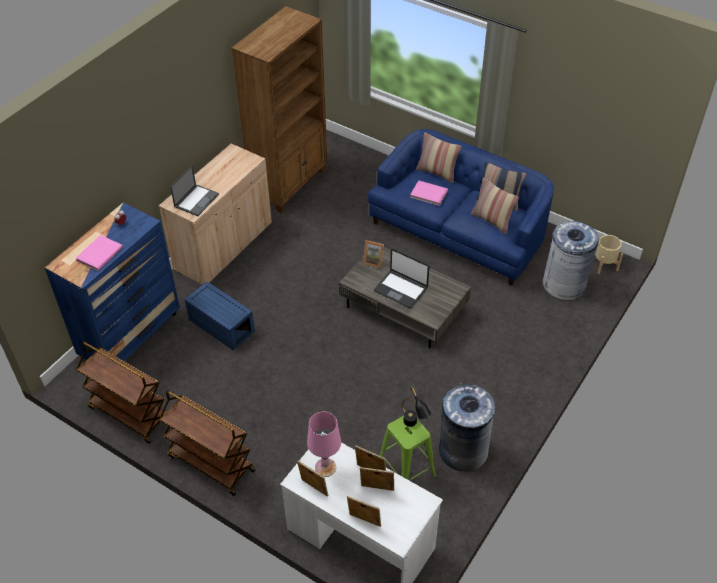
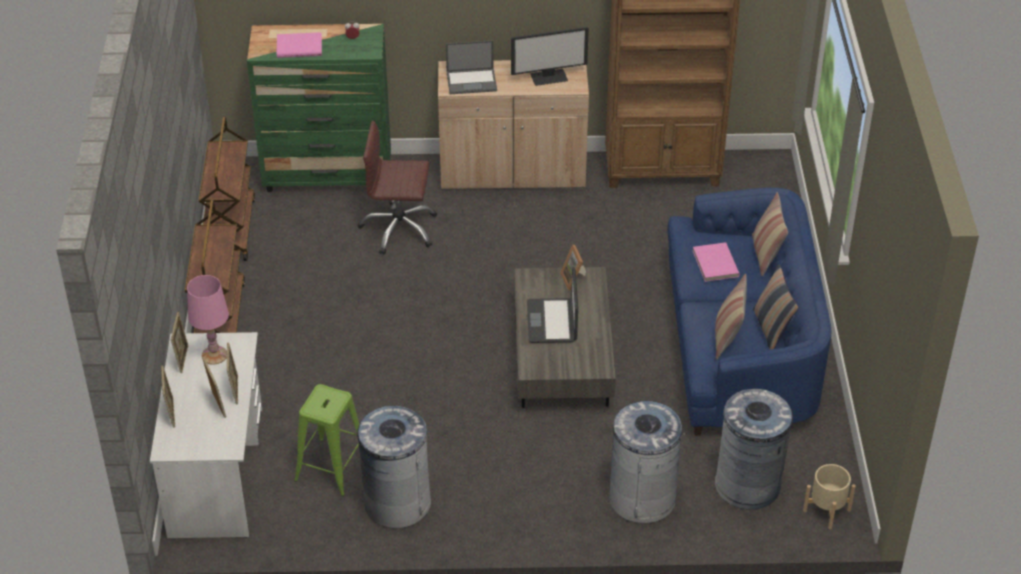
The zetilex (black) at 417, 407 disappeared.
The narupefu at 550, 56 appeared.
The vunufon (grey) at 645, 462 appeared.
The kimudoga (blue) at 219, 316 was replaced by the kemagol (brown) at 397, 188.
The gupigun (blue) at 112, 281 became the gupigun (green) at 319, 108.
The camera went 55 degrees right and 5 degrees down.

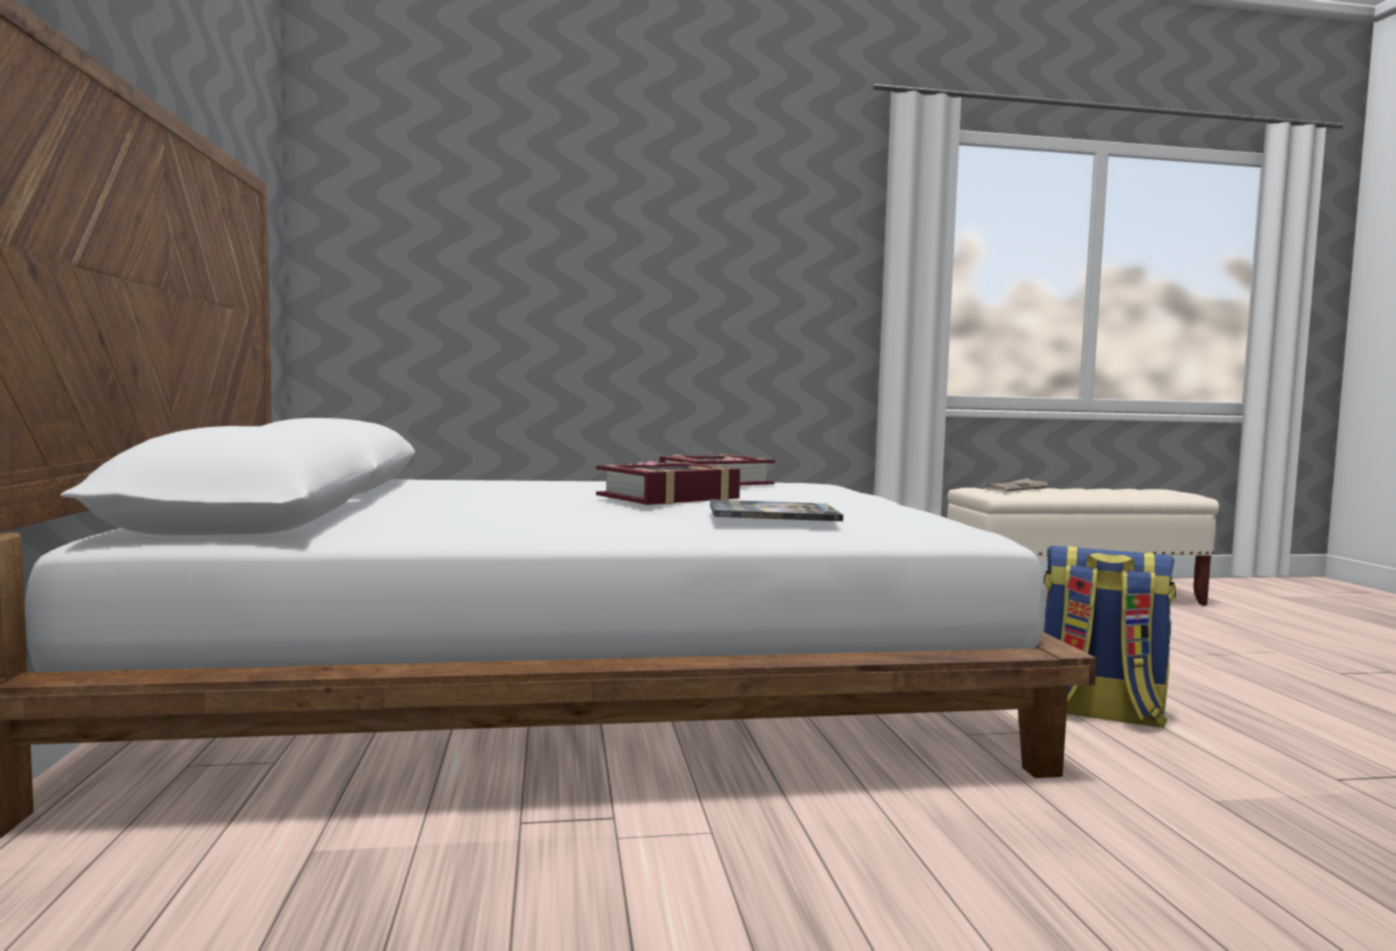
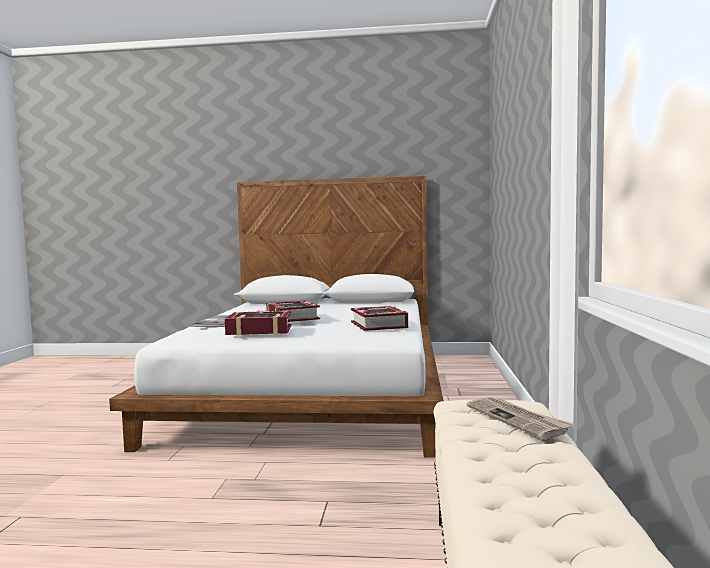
The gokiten at 1109, 637 disappeared.
The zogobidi at 258, 322 appeared.
The camera went 105 degrees right and 0 degrees up.

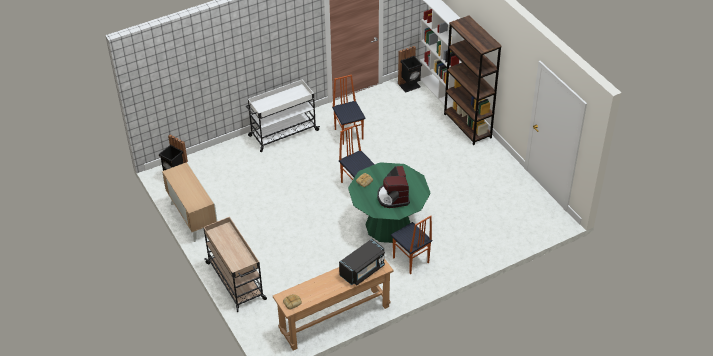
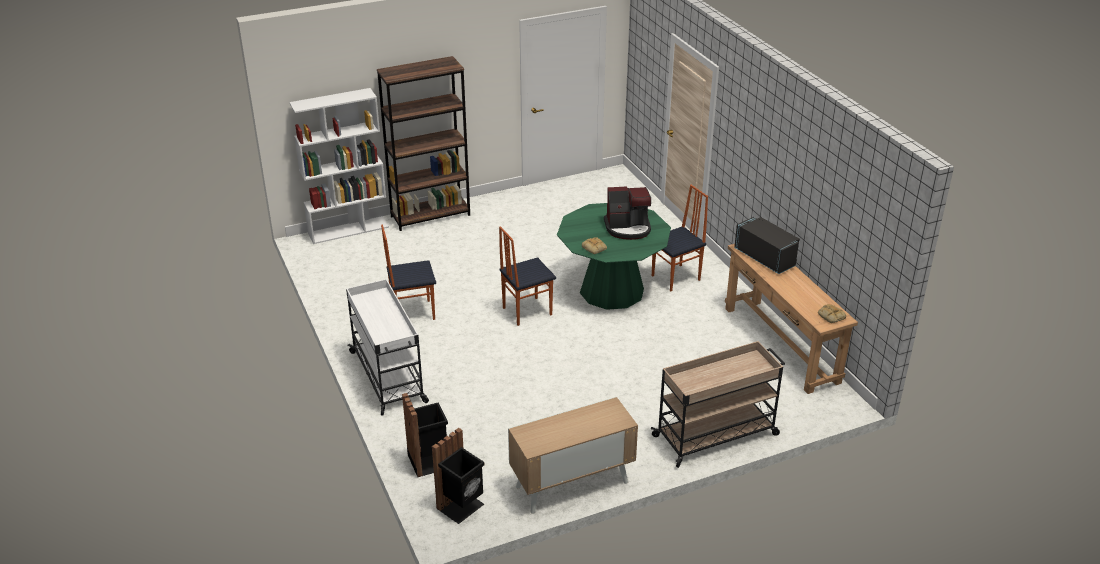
The vunufon (black) moved from 410, 69 to 425, 435.
The camera went 85 degrees left and 10 degrees down.

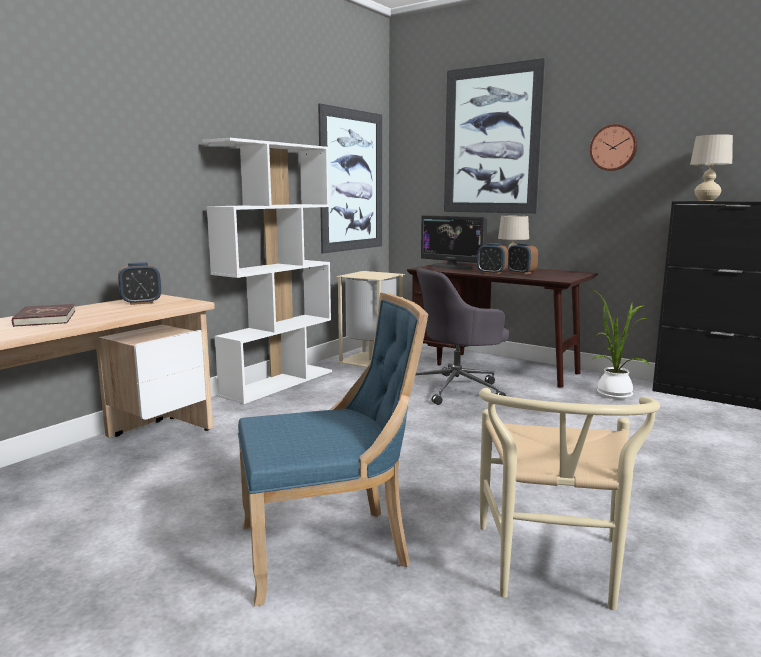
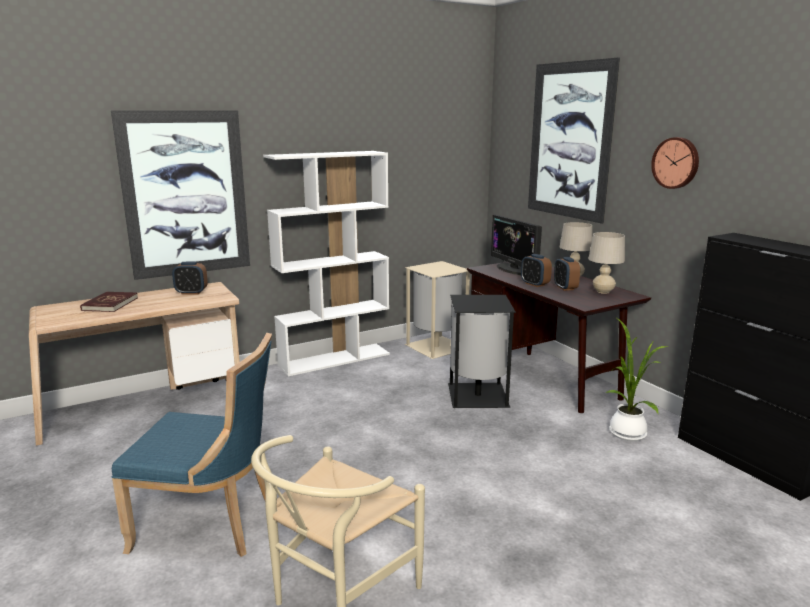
The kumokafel moved from 350, 178 to 180, 195.
The zetilex (beige) moved from 711, 167 to 606, 263.
The kemagol (grey) at 462, 336 was replaced by the vunufon (black) at 482, 351.
The camera went 25 degrees right and 5 degrees up.

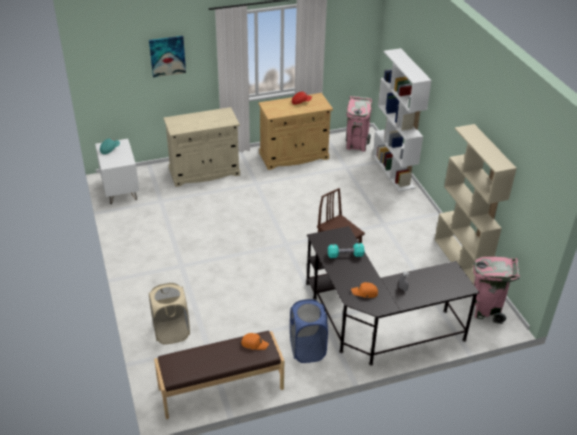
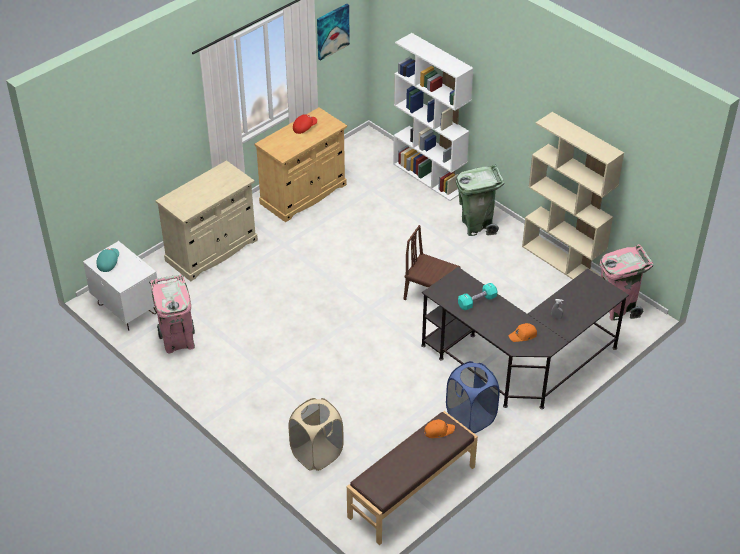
The vunufon (green) at 480, 200 appeared.
The kumokafel moved from 167, 57 to 333, 32.
The vunufon (pink) moved from 359, 124 to 172, 314.
The camera went 25 degrees left and 5 degrees up.

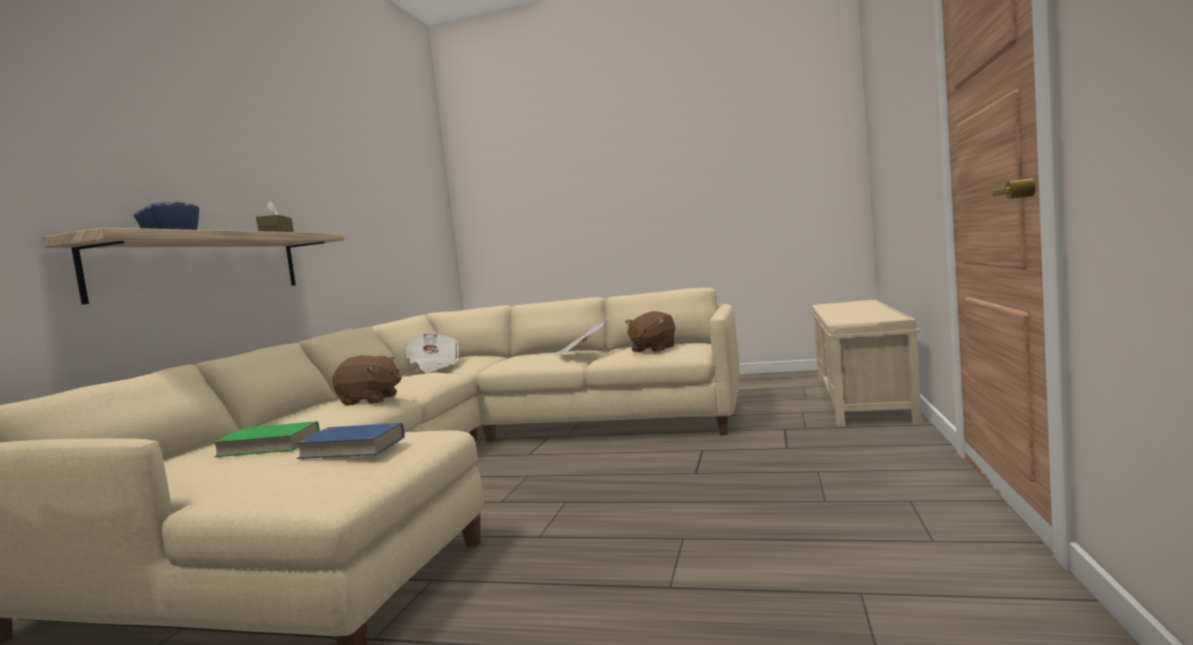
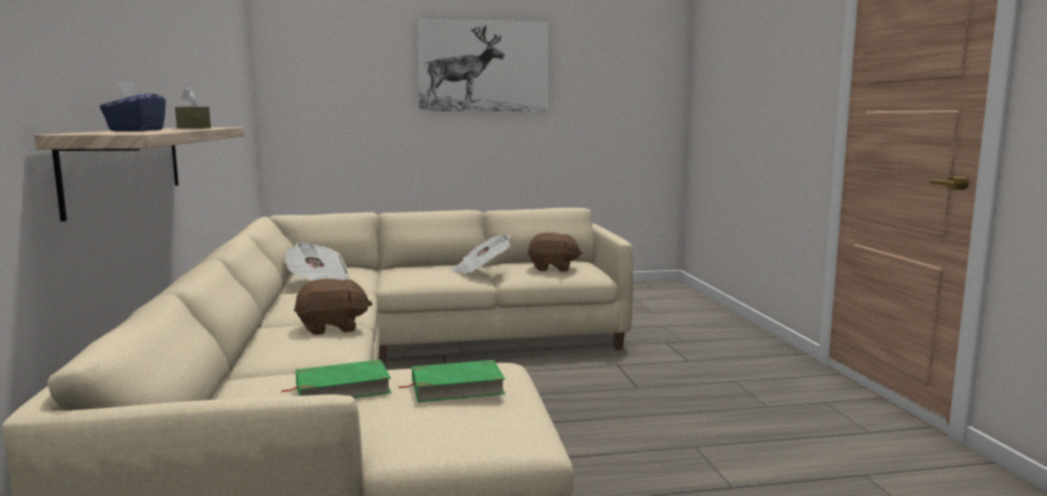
The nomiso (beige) at 867, 363 disappeared.
The kumokafel at 482, 65 appeared.
The zogobidi (blue) at 349, 441 became the zogobidi (green) at 451, 381.
The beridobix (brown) at 650, 331 turned 90 degrees counterclockwise.
The camera went 25 degrees left and 5 degrees up.

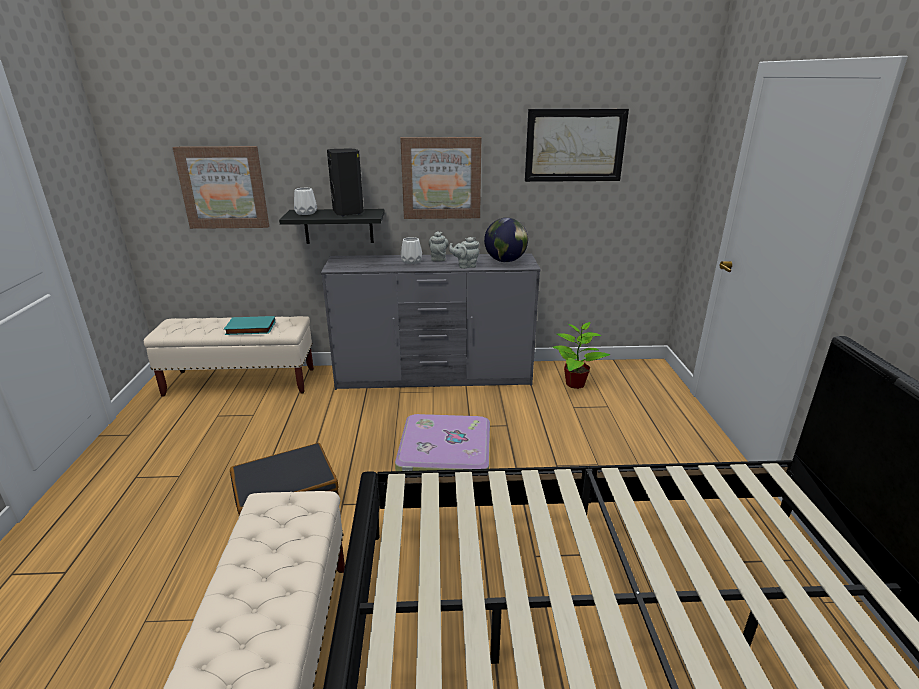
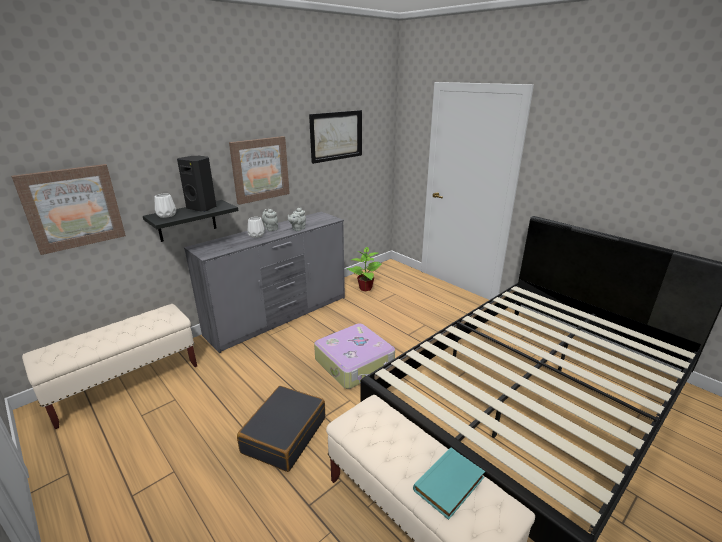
The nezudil at 506, 240 disappeared.
The zogobidi (turquoise) moved from 249, 325 to 449, 483.
The camera went 40 degrees left and 0 degrees up.

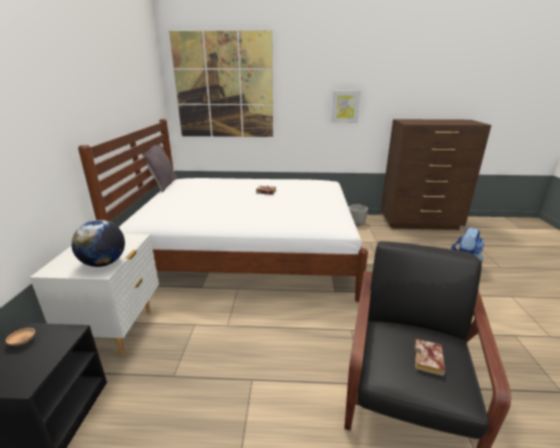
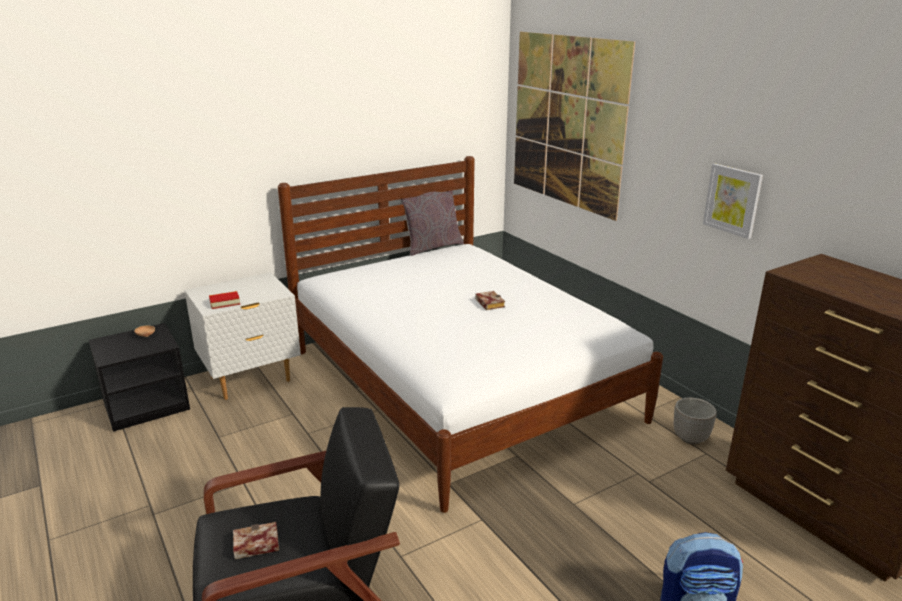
The nezudil at 98, 243 was replaced by the zogobidi at 224, 300.
The camera went 55 degrees right and 0 degrees up.

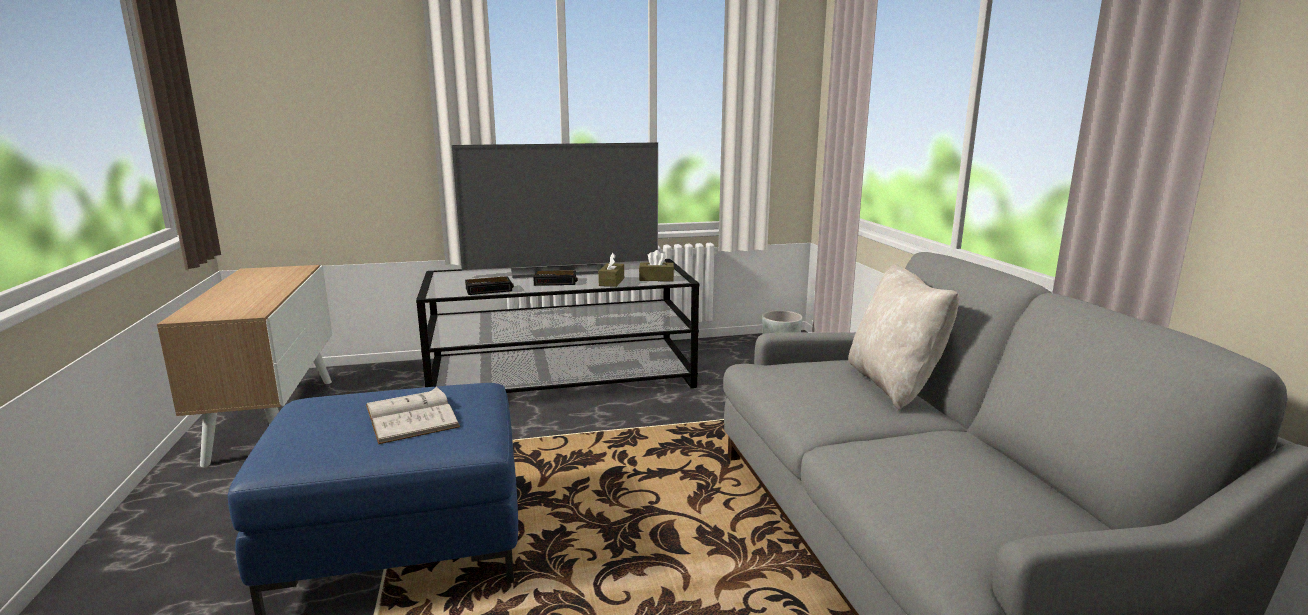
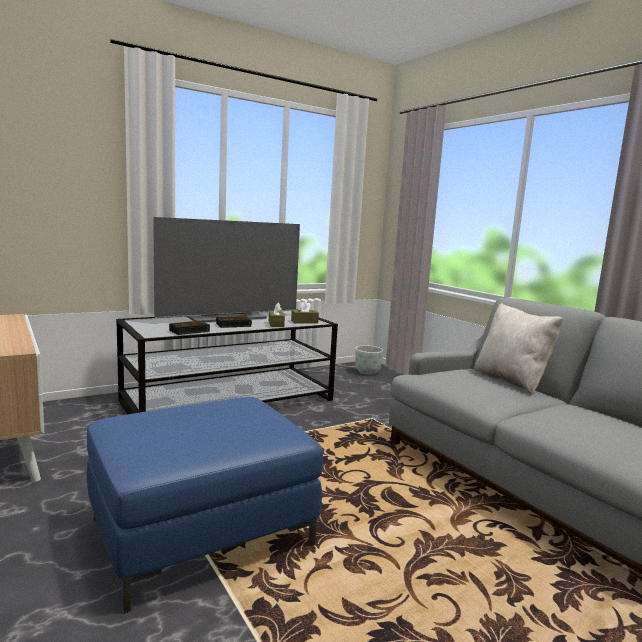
The zogobidi (white) at 413, 415 disappeared.
The camera went 20 degrees left and 5 degrees down.

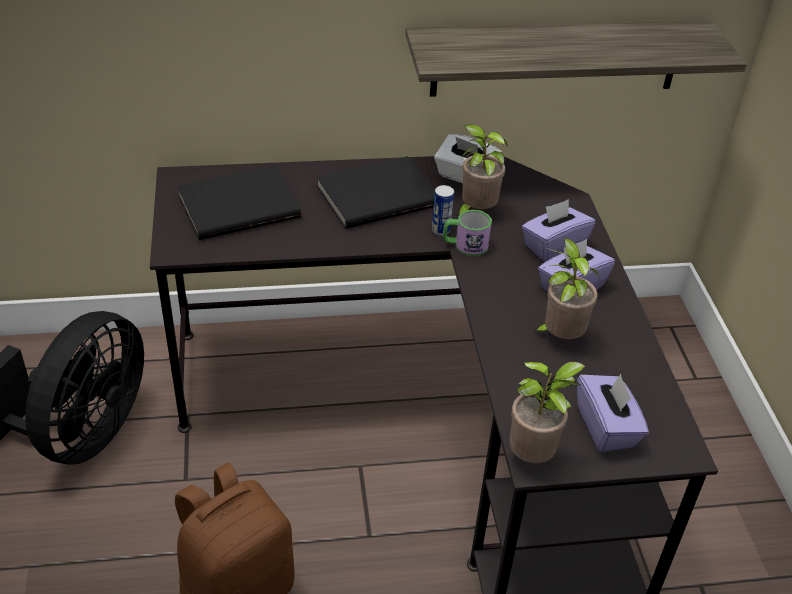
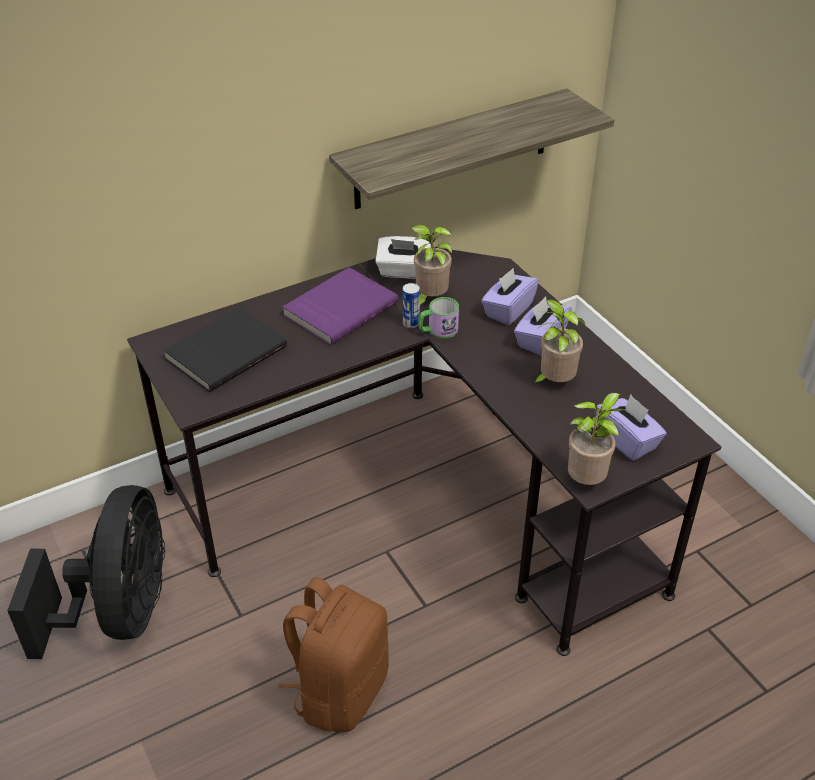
The zogobidi (black) at 376, 192 became the zogobidi (purple) at 340, 306.
The camera went 20 degrees left and 0 degrees up.

